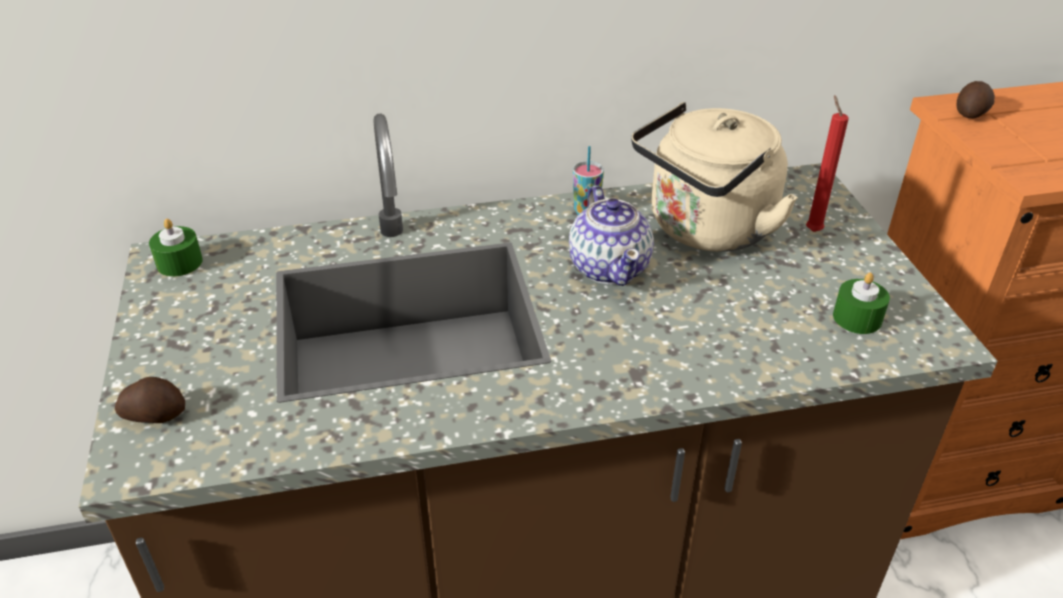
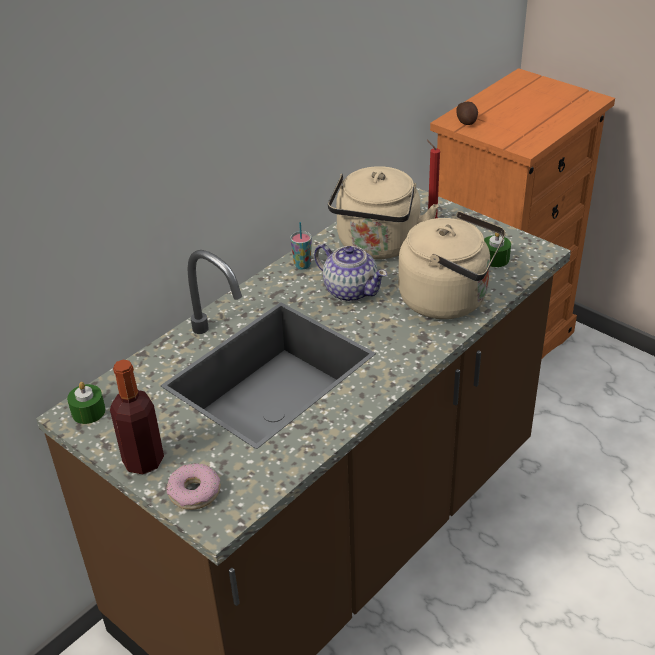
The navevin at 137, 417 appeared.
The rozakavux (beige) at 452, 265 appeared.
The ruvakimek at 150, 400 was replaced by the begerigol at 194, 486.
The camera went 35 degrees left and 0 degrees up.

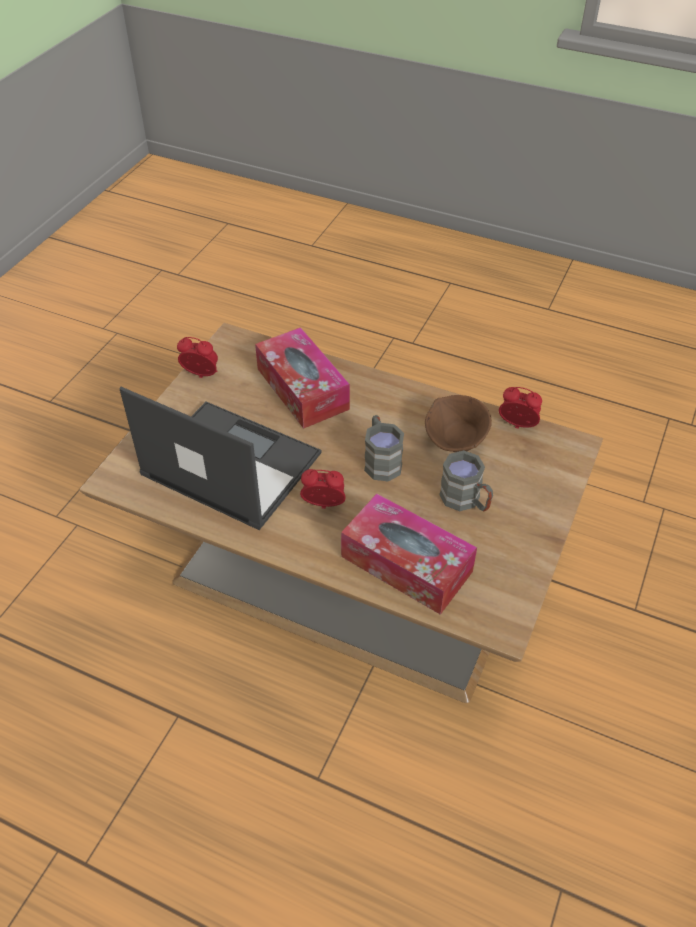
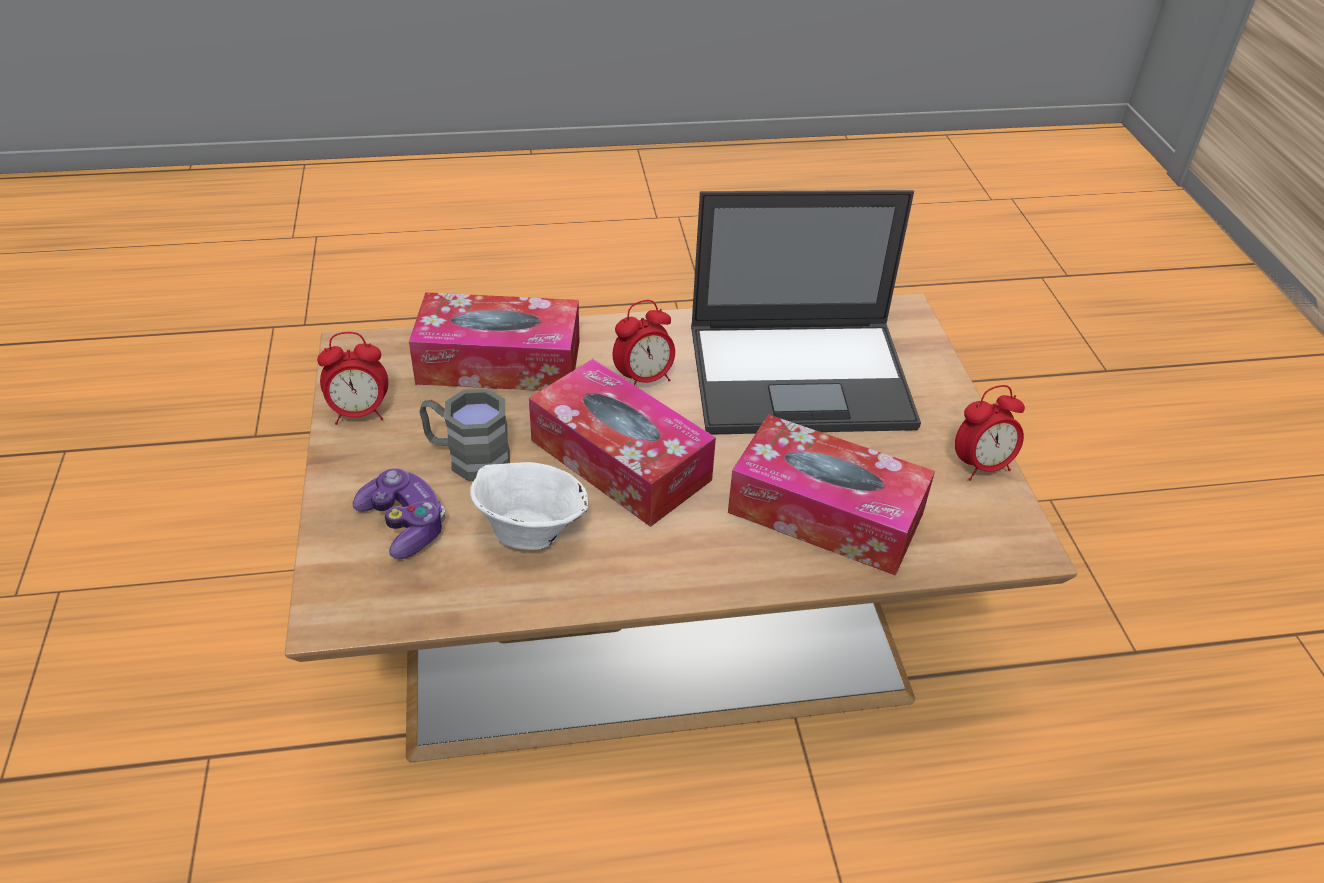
The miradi at 399, 513 appeared.
The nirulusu moved from 520, 408 to 352, 378.
The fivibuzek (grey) at 384, 448 was replaced by the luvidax at 622, 443.
The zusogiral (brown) at 458, 423 became the zusogiral (white) at 529, 506.
The camera went 145 degrees right and 5 degrees down.

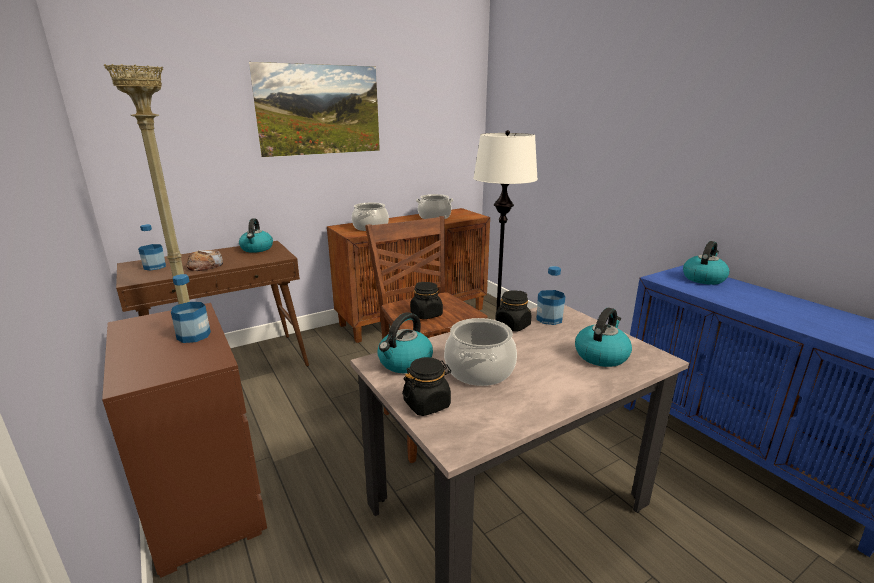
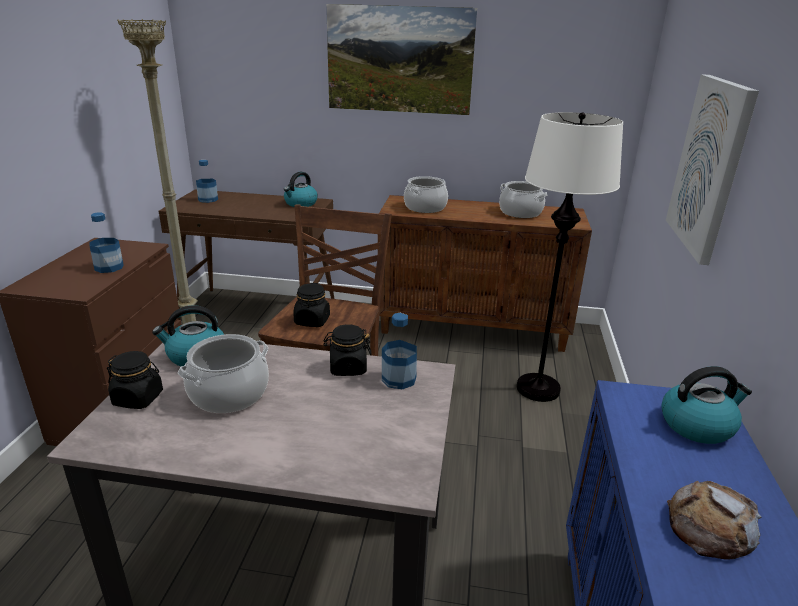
The rozakavux at 603, 337 disappeared.
The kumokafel at 712, 169 appeared.
The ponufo moved from 205, 260 to 714, 520.
The camera went 40 degrees right and 5 degrees up.

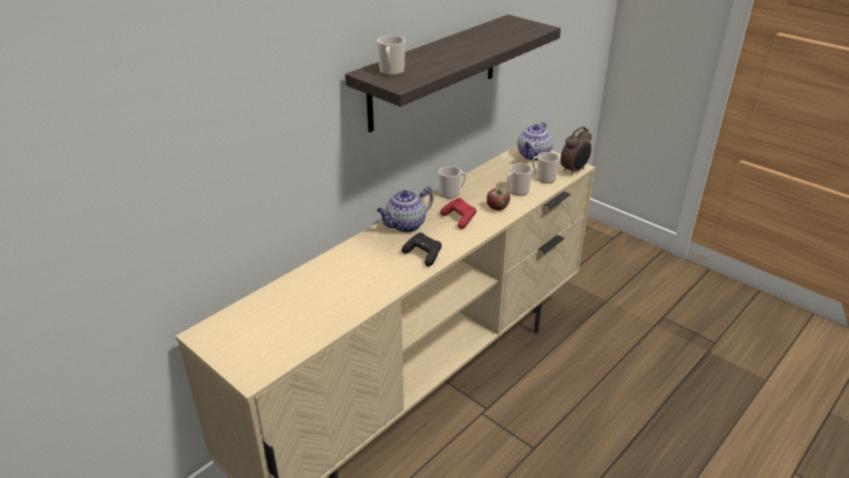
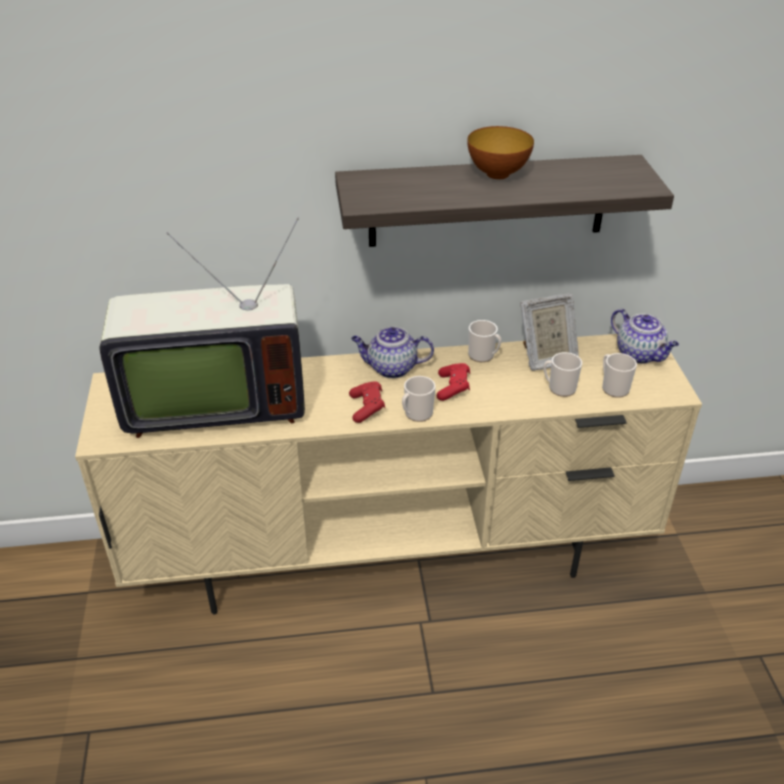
The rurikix at 498, 199 disappeared.
The nirulusu at 576, 151 disappeared.
The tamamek at 202, 327 appeared.
The zusogiral at 500, 152 appeared.
The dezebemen at 549, 332 appeared.
The fivibuzek moved from 391, 56 to 419, 399.
The miradi (black) at 422, 250 became the miradi (red) at 367, 402.
The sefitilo at 535, 141 turned 105 degrees counterclockwise.
The camera went 40 degrees right and 5 degrees up.

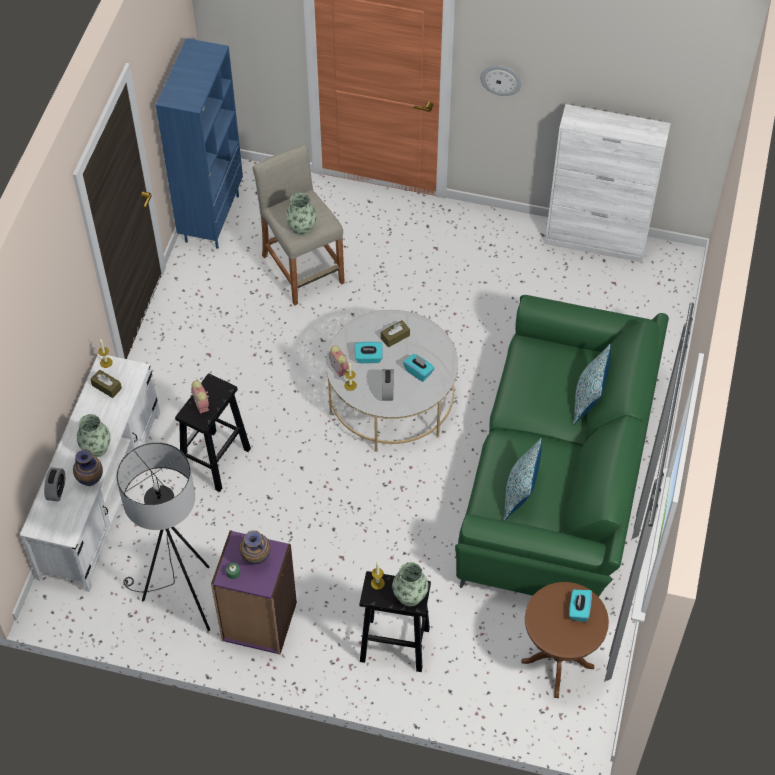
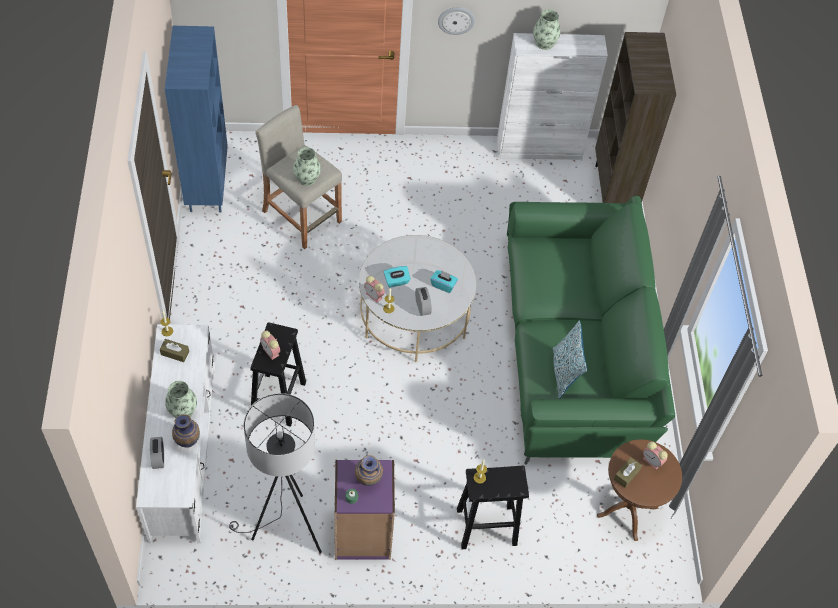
The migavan at 592, 384 disappeared.
The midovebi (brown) at 635, 117 appeared.
The luvidax (brown) moved from 395, 333 to 628, 472.
The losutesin moved from 410, 584 to 547, 29.
The luvidax (turquoise) at 580, 606 was replaced by the nirulusu at 655, 455.
The camera went 20 degrees left and 0 degrees up.

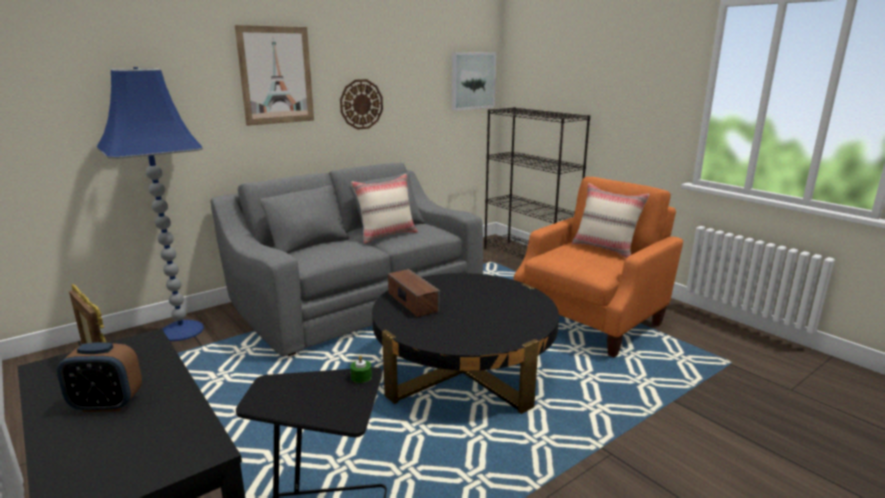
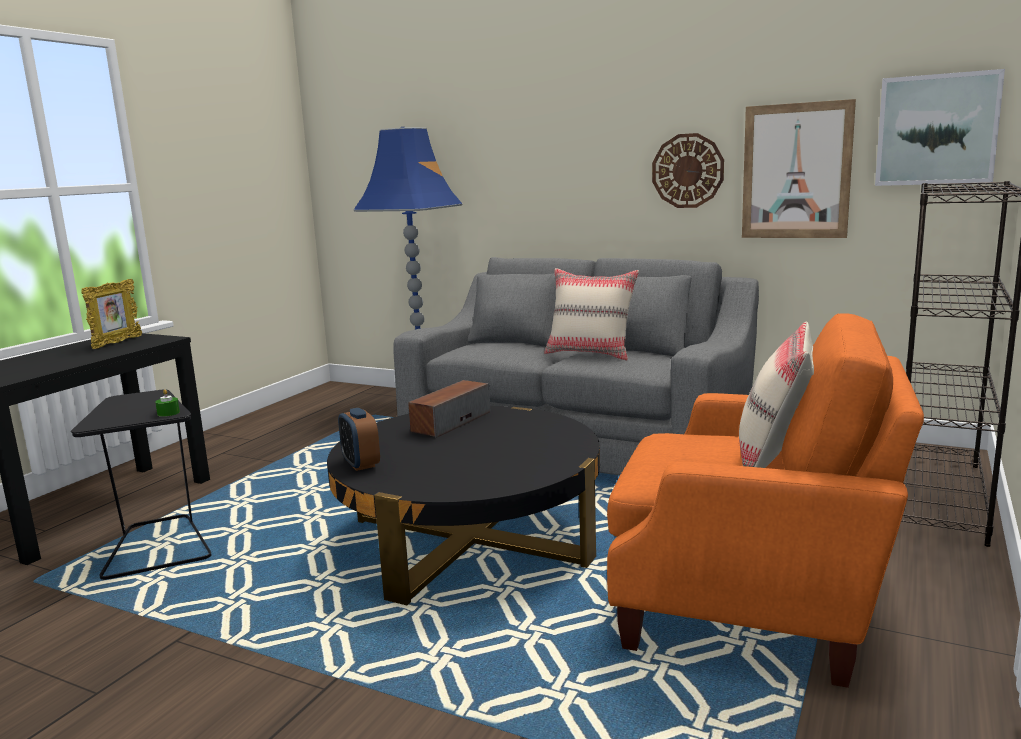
The nirulusu moved from 99, 377 to 359, 439.
The kumokafel moved from 274, 75 to 799, 168.
The camera went 65 degrees right and 5 degrees down.

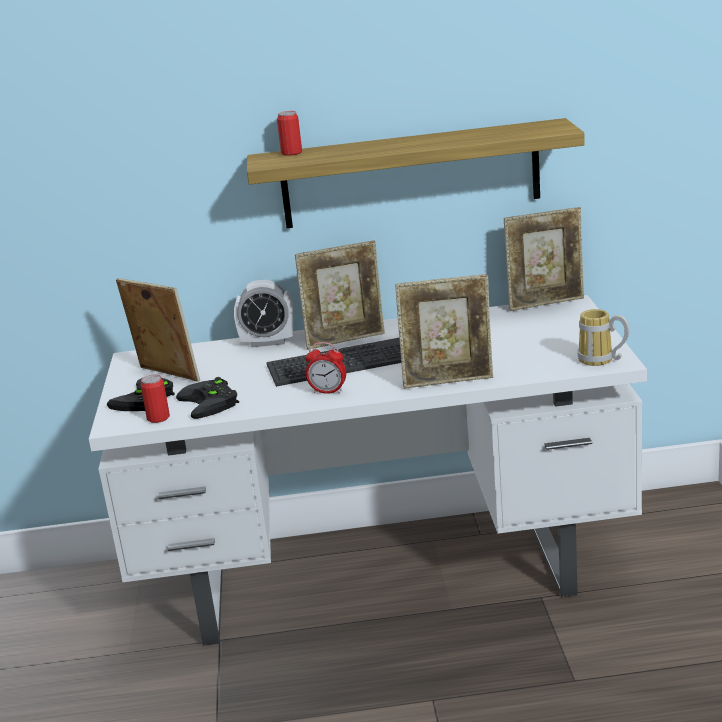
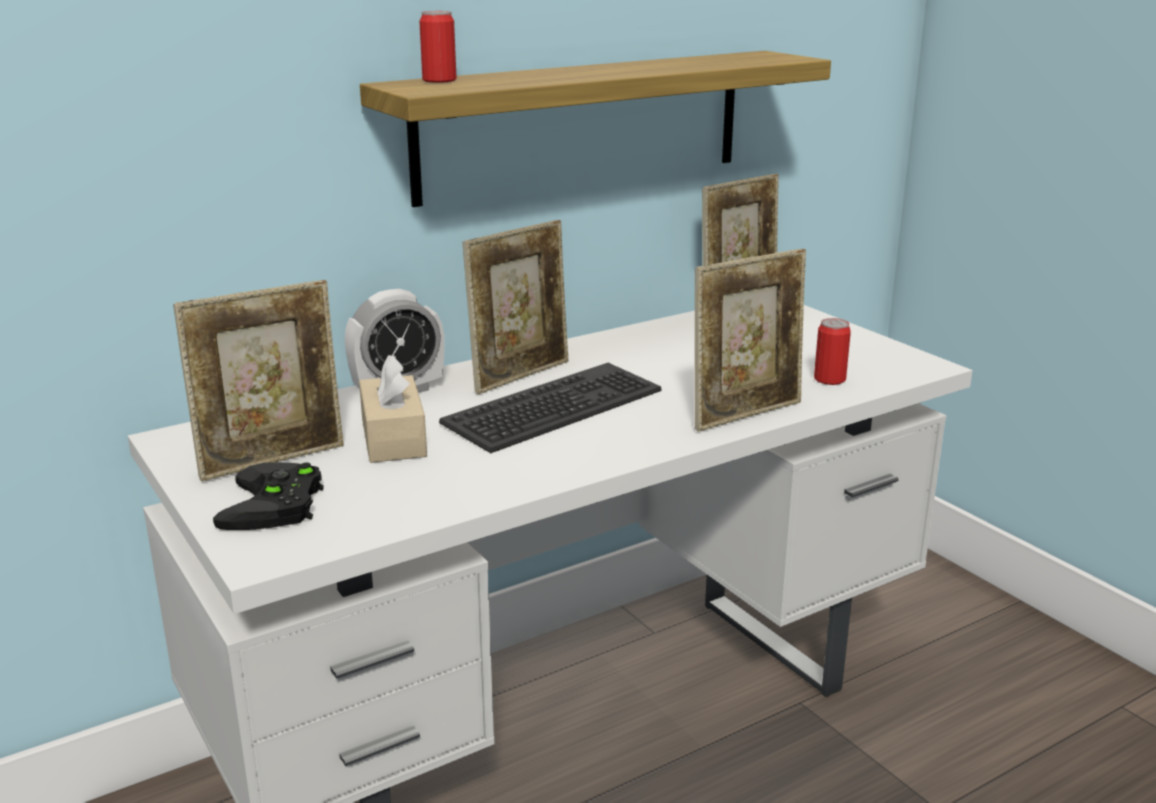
The miradi (black) at 207, 398 disappeared.
The nirulusu at 325, 368 disappeared.
The fivibuzek at 603, 337 disappeared.
The luvidax (beige) at 393, 408 appeared.
The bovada moved from 155, 398 to 832, 351.
The dezebemen at 158, 330 turned 135 degrees clockwise.
The camera went 30 degrees left and 0 degrees up.

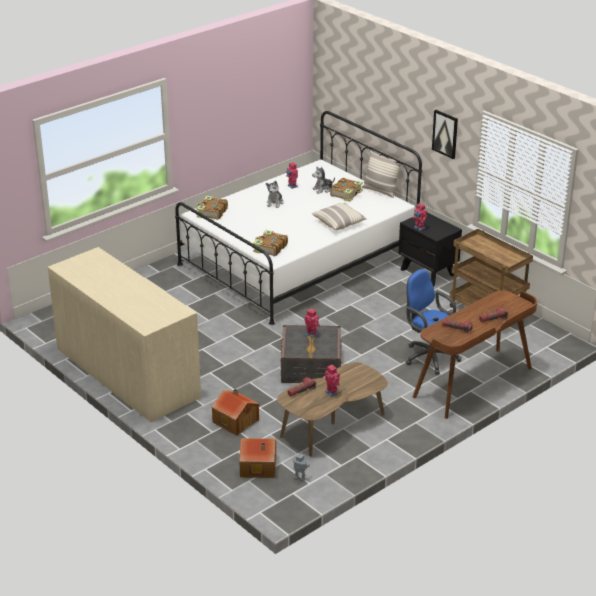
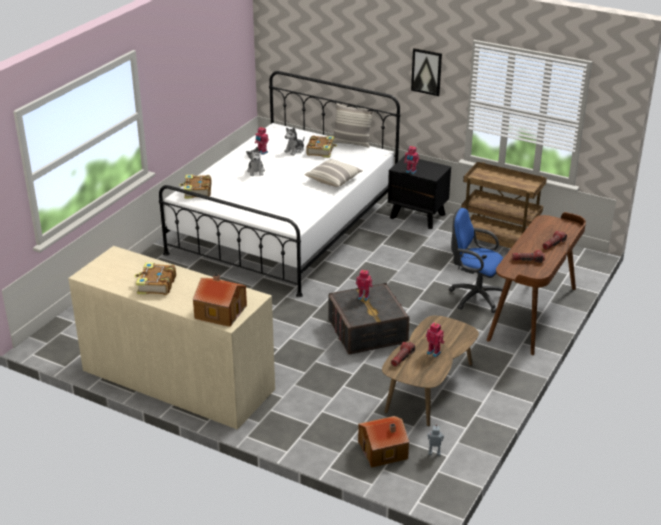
The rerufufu moved from 235, 412 to 219, 300.
The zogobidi moved from 270, 243 to 155, 278.
The camera went 20 degrees left and 0 degrees up.

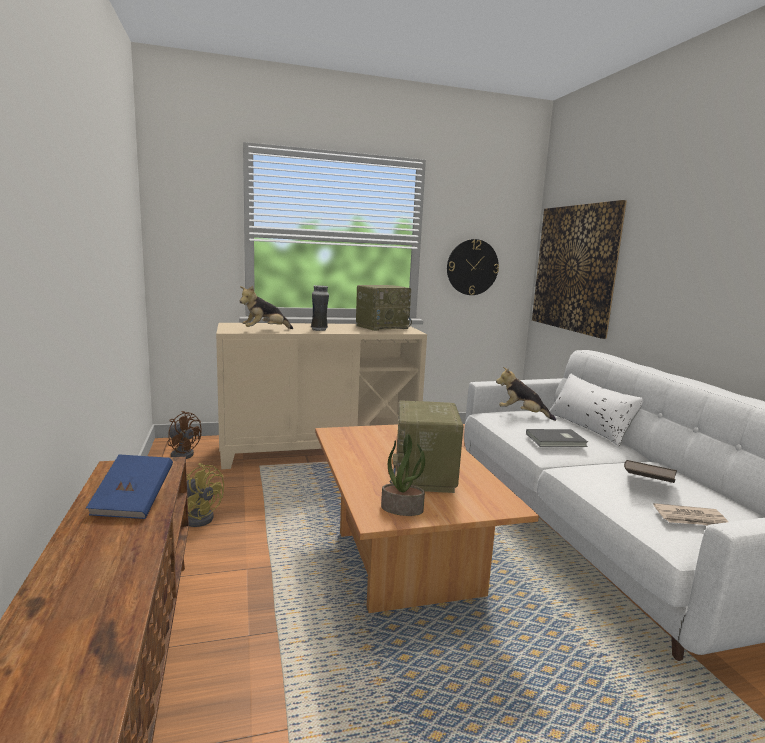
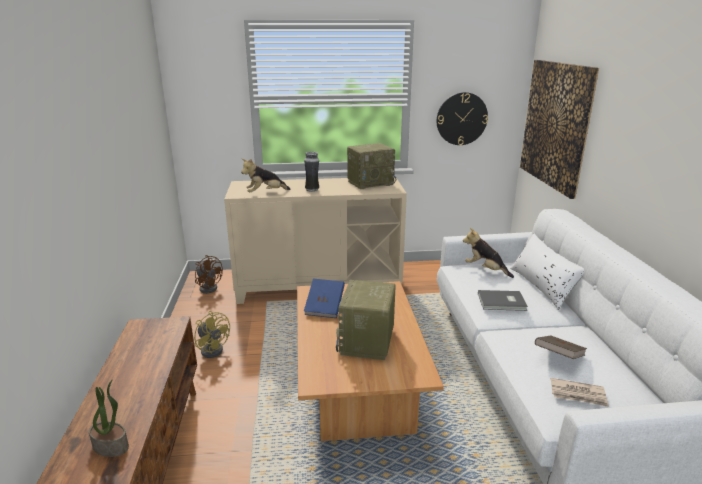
The zogobidi (blue) moved from 129, 486 to 324, 298.
The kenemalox moved from 403, 475 to 109, 418.
The camera went 10 degrees right and 10 degrees up.

